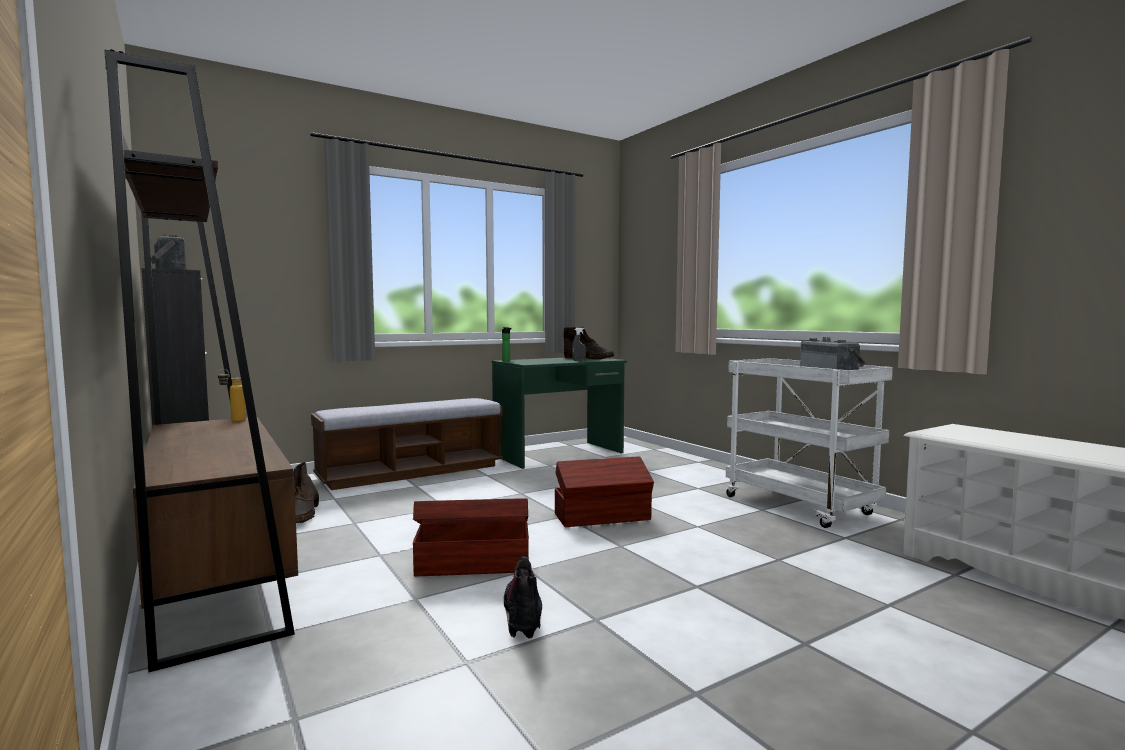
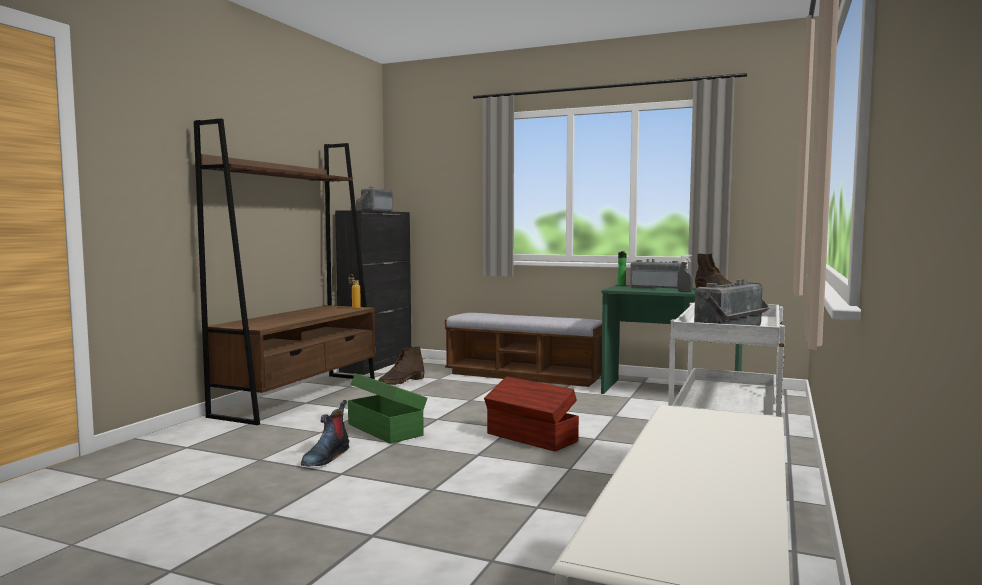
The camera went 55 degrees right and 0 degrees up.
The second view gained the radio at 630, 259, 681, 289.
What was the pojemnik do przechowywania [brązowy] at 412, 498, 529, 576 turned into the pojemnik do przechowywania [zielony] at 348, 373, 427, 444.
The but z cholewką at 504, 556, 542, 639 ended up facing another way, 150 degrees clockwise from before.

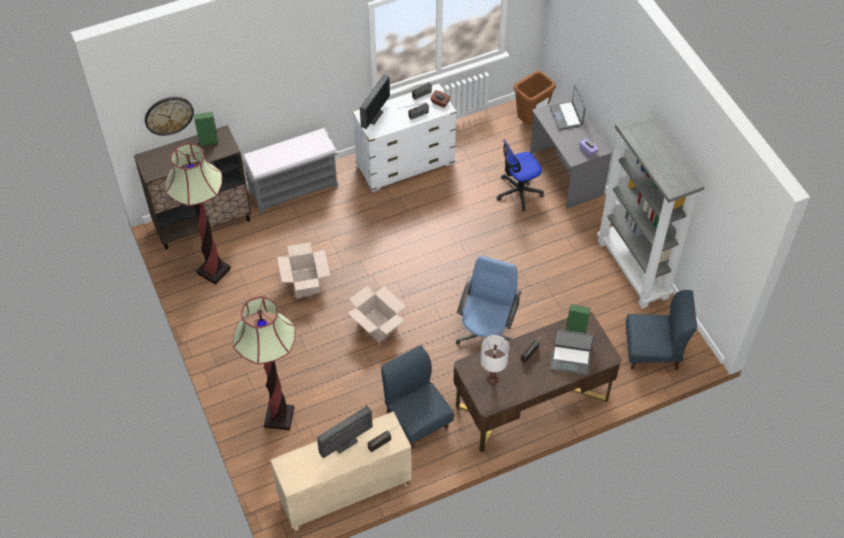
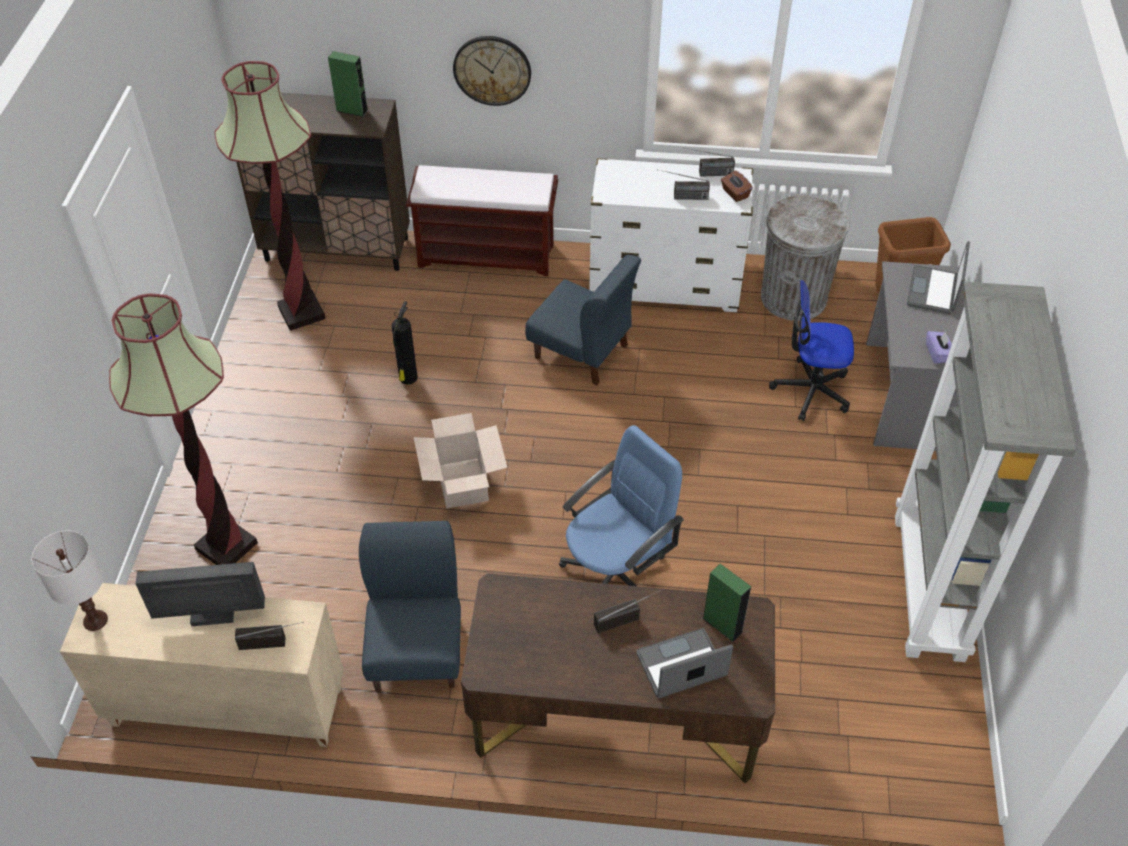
The camera went 30 degrees right and 5 degrees down.
The second view lost the monitor at 360, 74, 390, 129.
The second view gained the kosz na śmieci [szary] at 761, 195, 850, 321.
The zegar ścienny ended up elsewhere, having gone from 145, 97, 194, 136 to 453, 36, 531, 106.
The lampa stołowa [biały] ended up elsewhere, having gone from 480, 335, 509, 385 to 32, 531, 108, 631.
The krzesło [niebieski] ended up elsewhere, having gone from 626, 290, 697, 370 to 525, 255, 641, 385.
Where the karton stood at 277, 242, 330, 297, the gaśnica came to stand at 392, 301, 418, 385.
What was the ławka [szary] at 241, 128, 338, 214 turned into the ławka [brązowy] at 406, 165, 558, 276.
The laptop at 550, 329, 594, 375 ended up facing another way, 120 degrees clockwise from before.

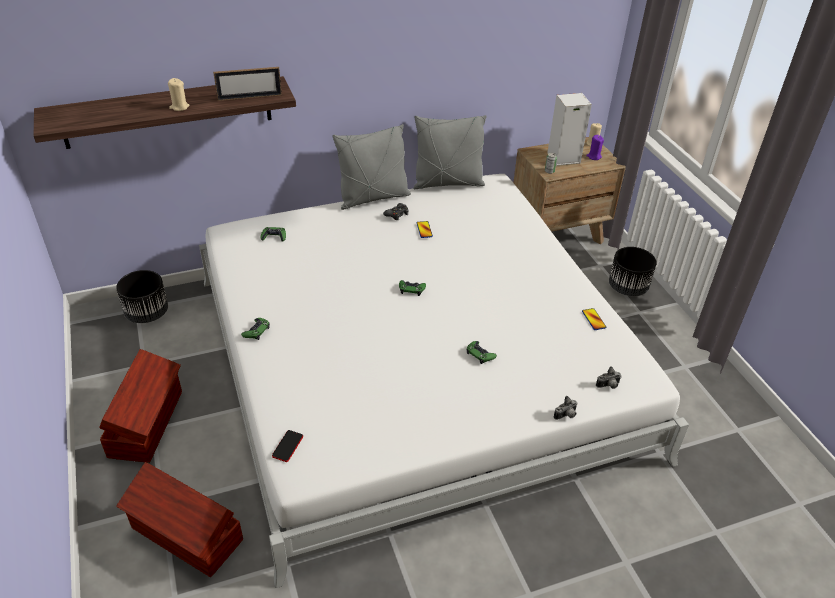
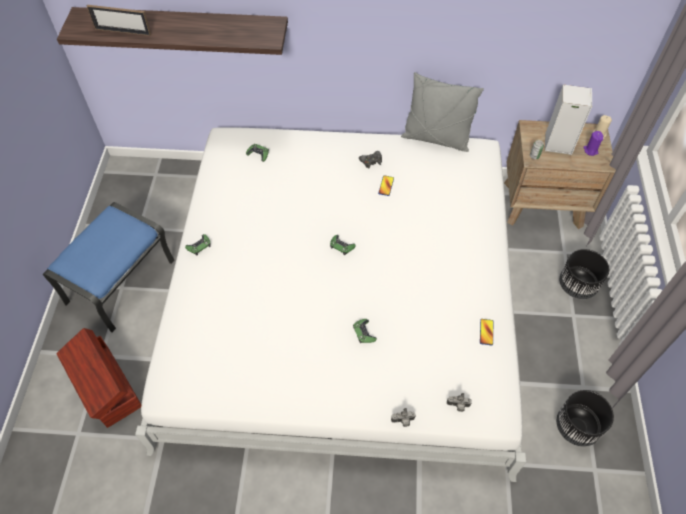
The camera went 25 degrees right and 15 degrees up.
The second view lost the świeca [beżowy] at 168, 78, 189, 111.
The second view lost the telefon at 272, 430, 303, 462.
The second view lost the poduszka [szary] at 333, 124, 411, 210.
The donica [czarny] ended up elsewhere, having gone from 116, 270, 168, 323 to 556, 390, 614, 447.
The ramka na zdjęcie ended up elsewhere, having gone from 213, 67, 282, 101 to 87, 5, 151, 36.
Where the pojemnik do przechowywania [brązowy] stood at 99, 349, 182, 463, the pufa [niebieski] came to stand at 43, 202, 175, 333.

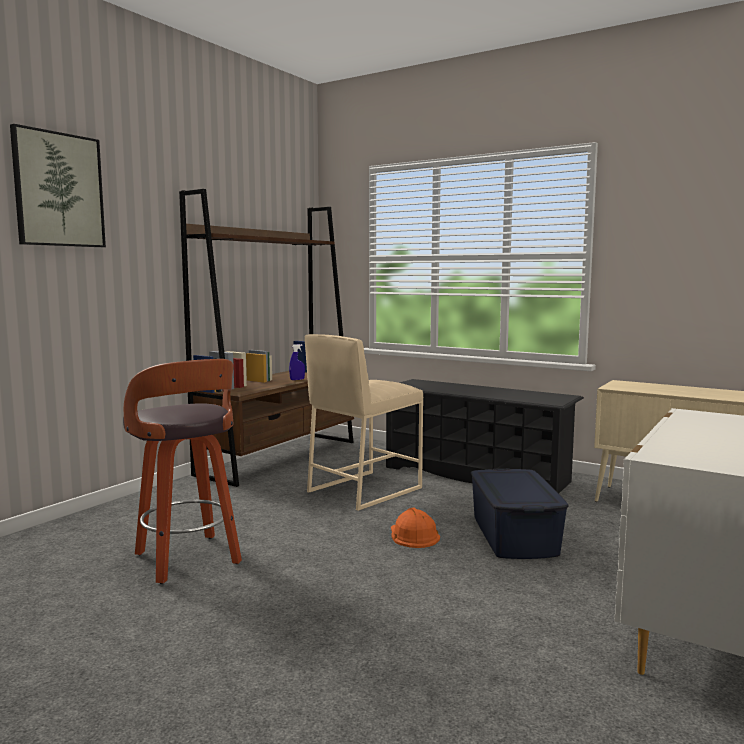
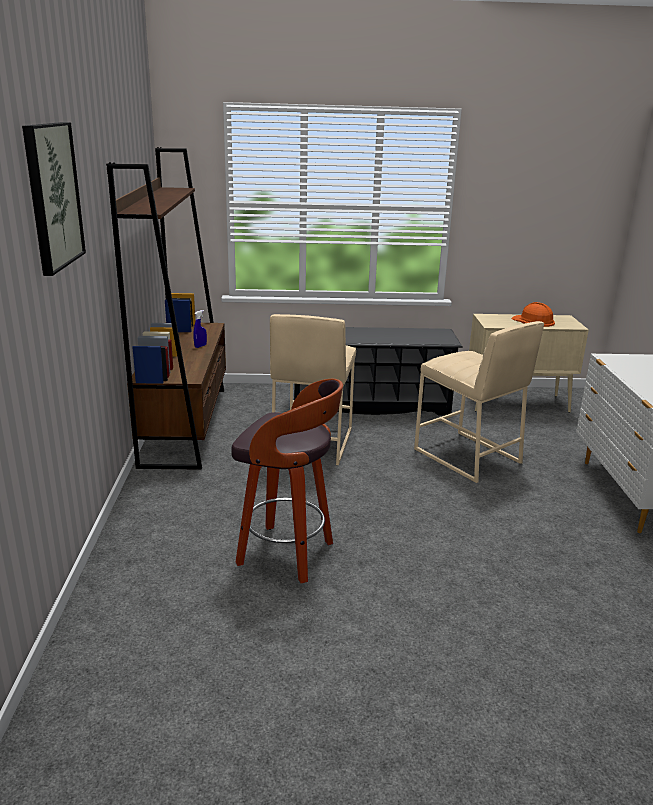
The camera went 35 degrees left and 15 degrees up.
The kask [pomarańczowy] ended up elsewhere, having gone from 391, 507, 440, 548 to 511, 302, 555, 327.
Where the pojemnik do przechowywania [niebieski] stood at 471, 469, 569, 559, the stołek [beżowy] came to stand at 414, 321, 544, 483.

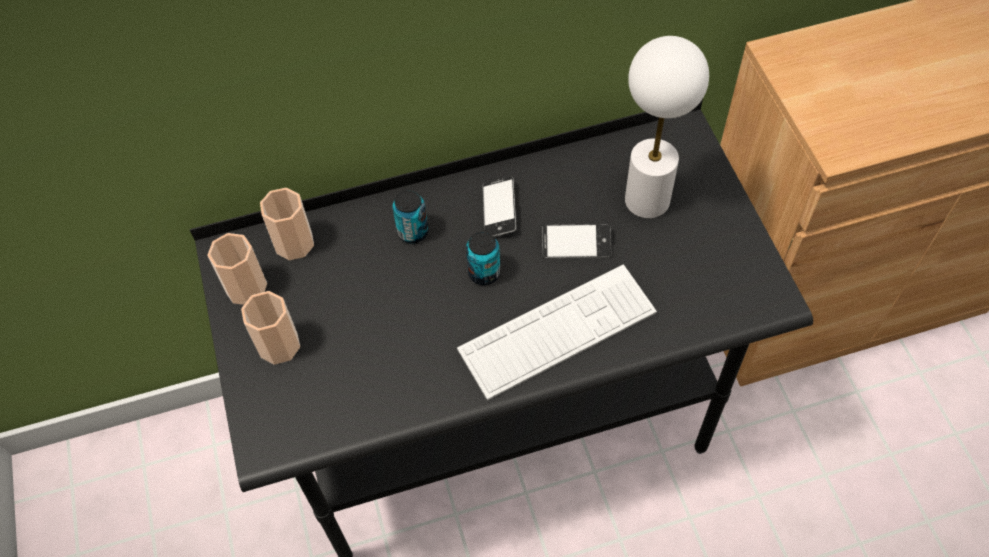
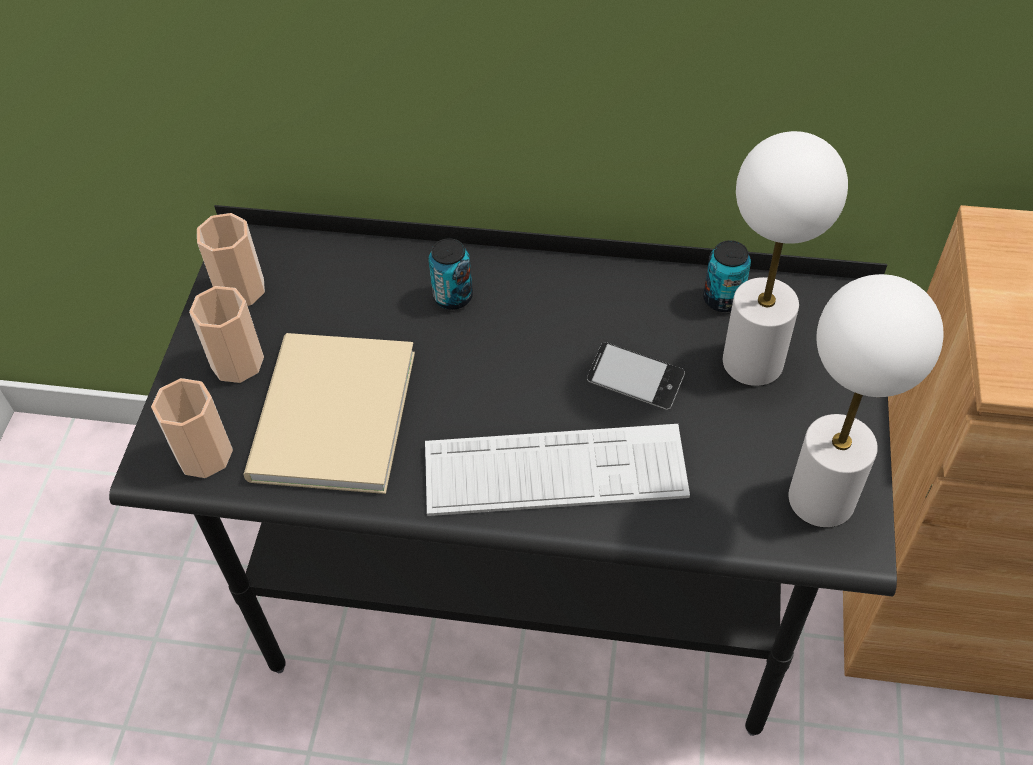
The camera went 25 degrees right and 5 degrees down.
The second view lost the telefon at 483, 176, 517, 237.
The second view gained the książka [beżowy] at 243, 333, 415, 494.
The second view gained the lampa stołowa [biały] at 788, 274, 944, 527.
The filiżanka ended up elsewhere, having gone from 260, 188, 314, 260 to 151, 378, 233, 478.
The puszka ended up elsewhere, having gone from 466, 231, 500, 285 to 703, 240, 751, 312.

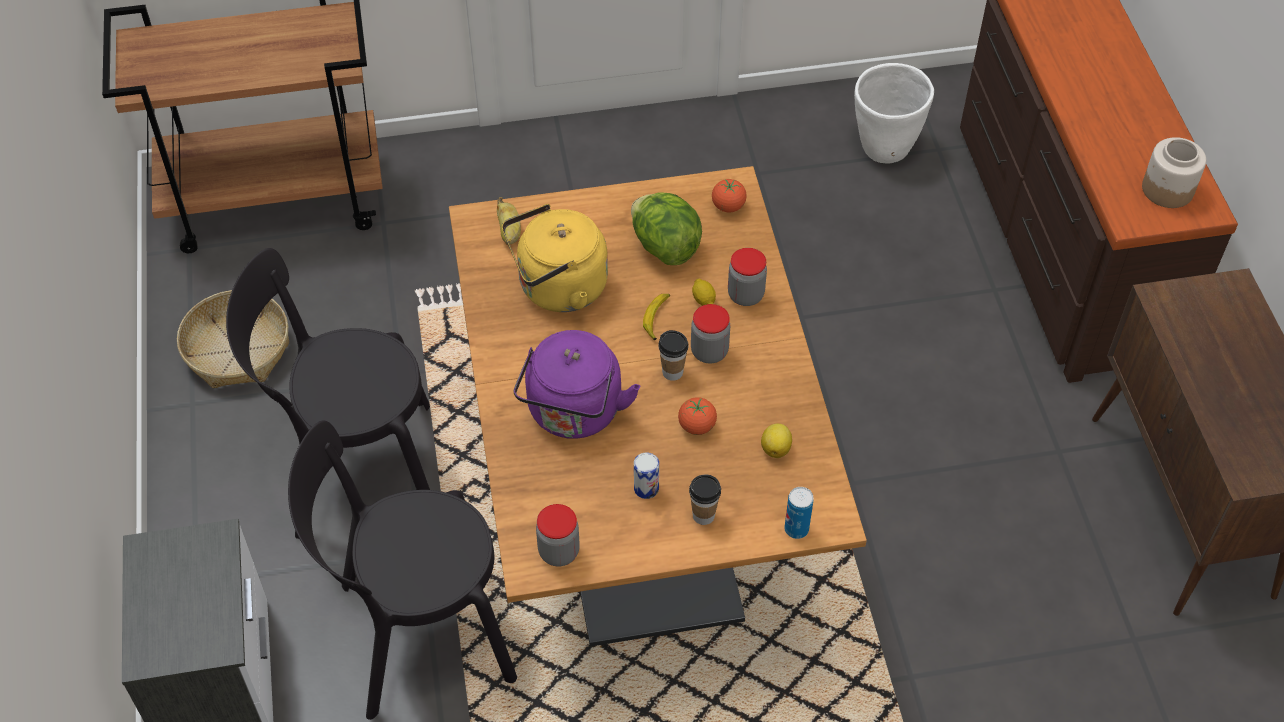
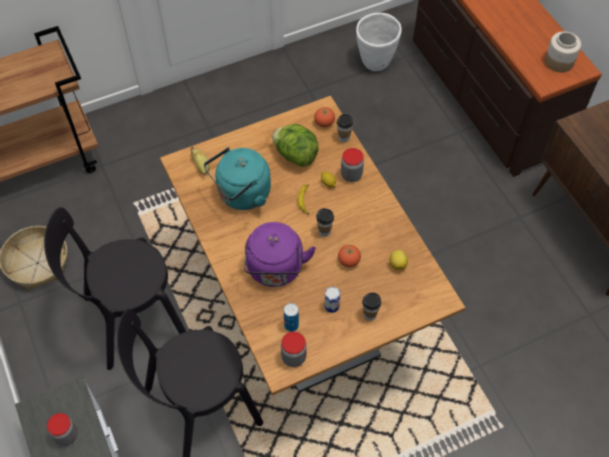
The camera went 15 degrees left and 5 degrees up.
The second view gained the filiżanka at 337, 114, 353, 143.
The słoik ended up elsewhere, having gone from 691, 304, 730, 363 to 47, 413, 78, 446.
The puszka ended up elsewhere, having gone from 784, 487, 814, 539 to 284, 303, 299, 332.
What was the czajnik [żółty] at 502, 204, 608, 312 turned into the czajnik [turkusowy] at 204, 147, 271, 210.

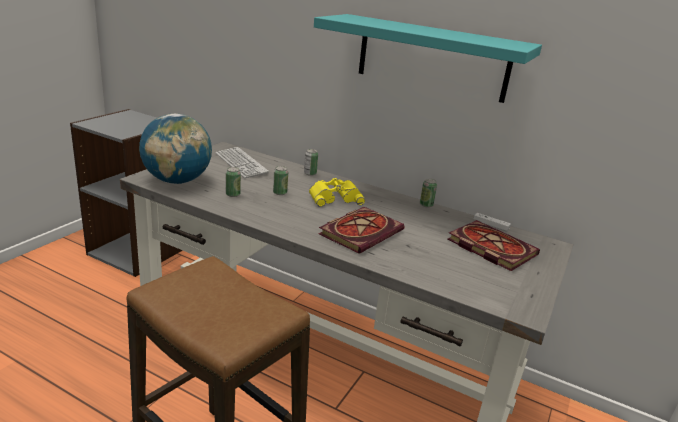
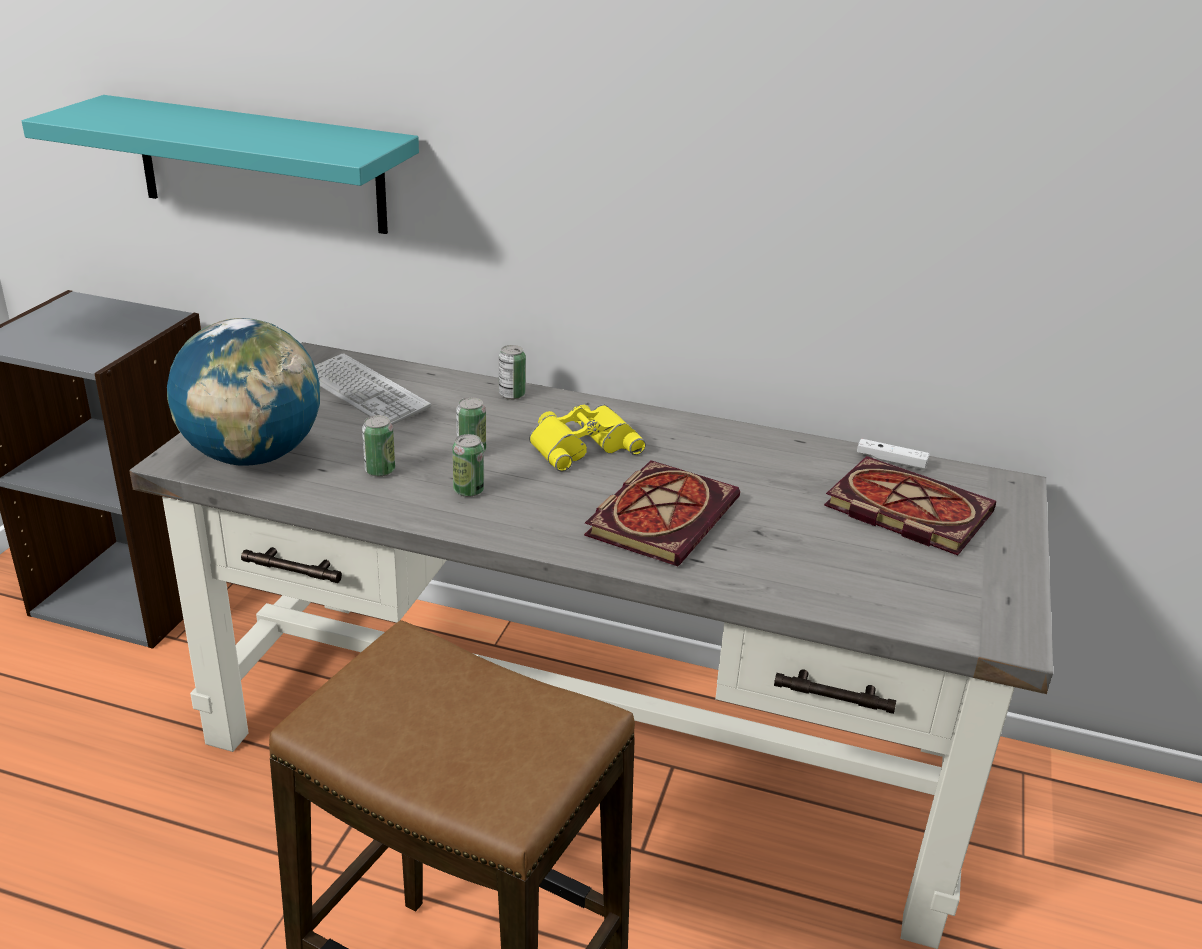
The camera went 10 degrees left and 5 degrees up.
The półka [turkusowy] ended up elsewhere, having gone from 314, 14, 542, 103 to 22, 95, 419, 234.
The puszka ended up elsewhere, having gone from 420, 179, 437, 207 to 452, 434, 484, 497.

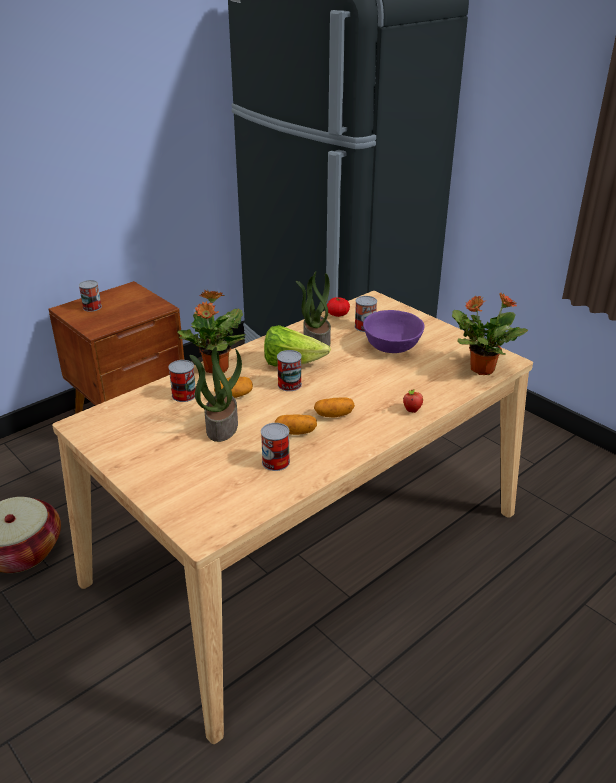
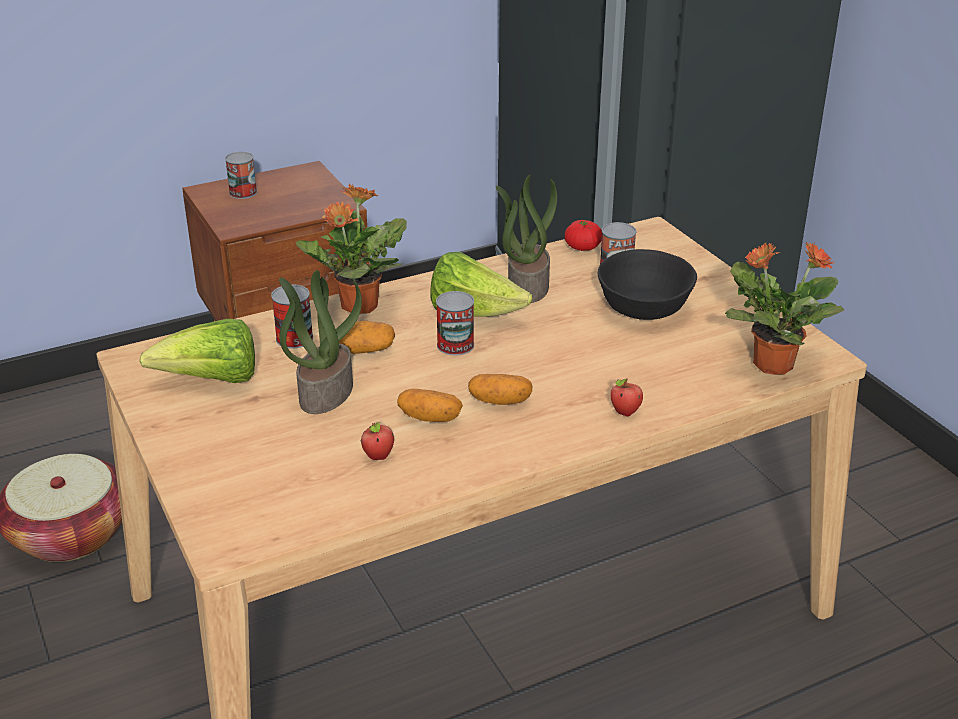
The camera went 15 degrees right and 0 degrees up.
The second view gained the sałata at 139, 319, 255, 383.
Where the puszka stood at 261, 423, 290, 471, the jabłko came to stand at 361, 422, 394, 460.
What was the miska [fioletowy] at 363, 310, 425, 353 turned into the miska [czarny] at 597, 249, 697, 320.

